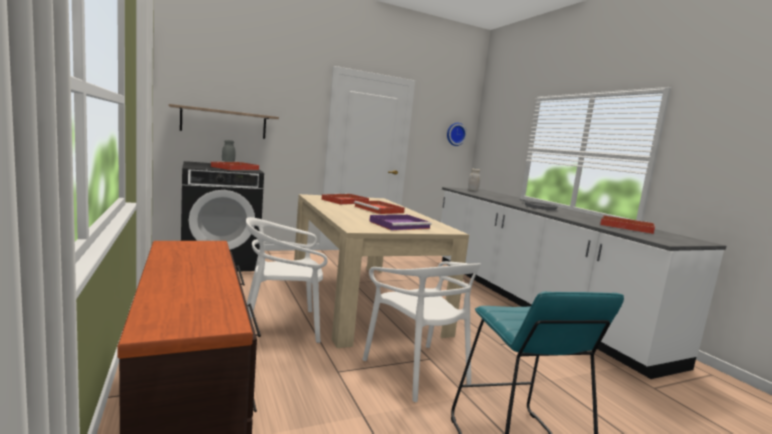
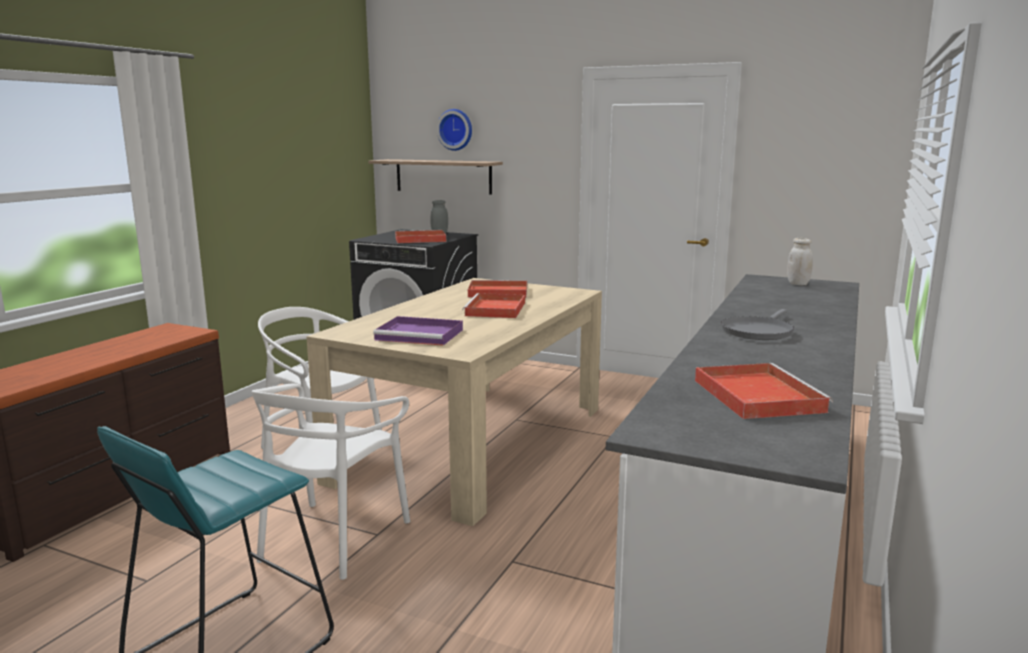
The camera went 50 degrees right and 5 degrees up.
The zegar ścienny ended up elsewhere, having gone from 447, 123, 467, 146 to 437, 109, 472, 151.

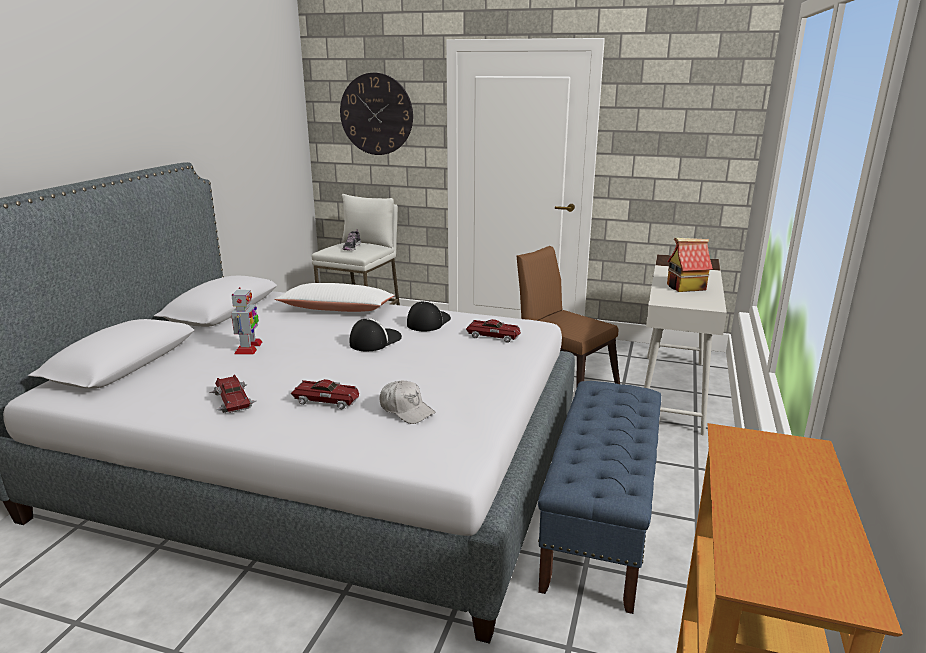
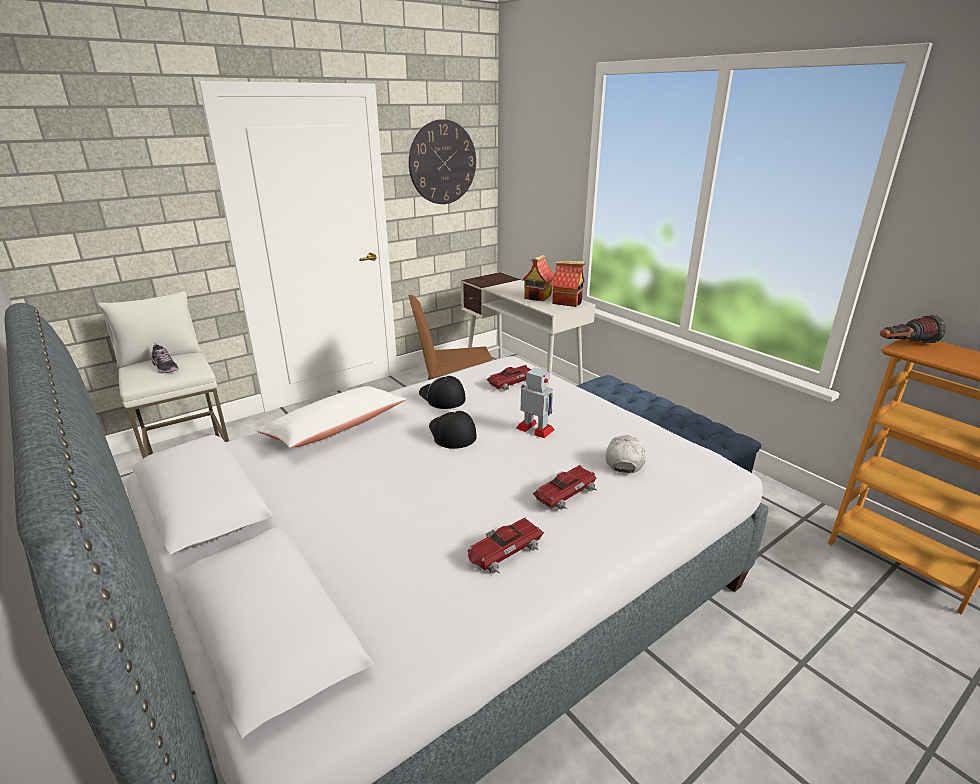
The camera went 55 degrees left and 5 degrees up.
The second view gained the domek at 551, 261, 585, 307.
The second view gained the latarka at 880, 315, 946, 343.
The robot zabawkowy ended up elsewhere, having gone from 231, 287, 262, 355 to 516, 368, 554, 438.
The zegar ścienny ended up elsewhere, having gone from 340, 73, 413, 155 to 409, 119, 476, 204.
The samochodzik at 209, 375, 256, 413 ended up facing another way, 45 degrees counterclockwise from before.
The czapka z daszkiem [biały] at 379, 380, 436, 424 ended up facing another way, 60 degrees counterclockwise from before.

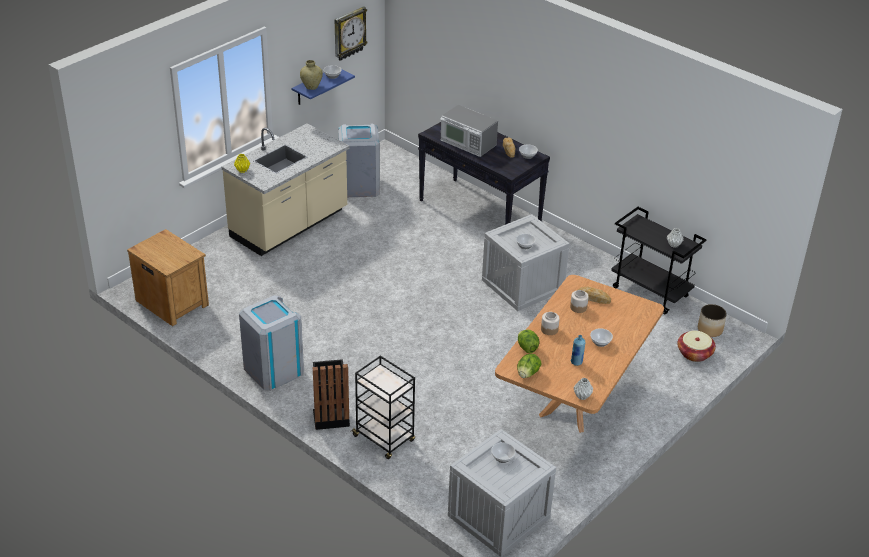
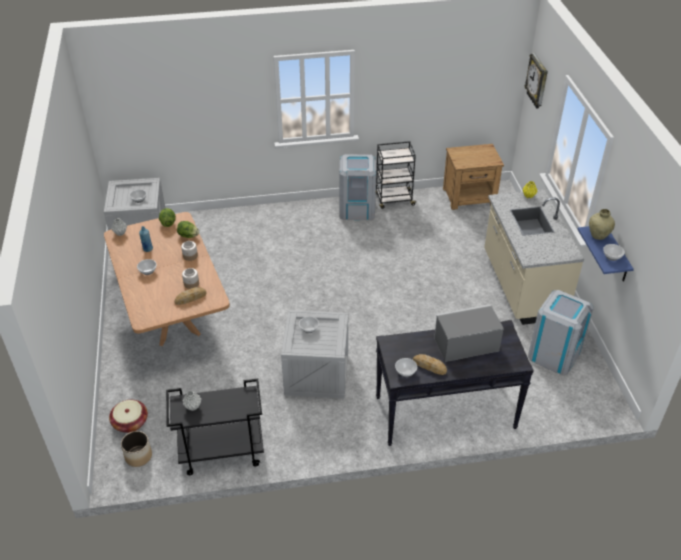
The camera went 130 degrees right and 5 degrees up.
The second view lost the kosz na śmieci [czarny] at 313, 359, 350, 430.
The zegar ścienny ended up elsewhere, having gone from 334, 6, 367, 61 to 525, 53, 548, 109.
The wózek [czarny] ended up elsewhere, having gone from 352, 356, 415, 459 to 376, 141, 417, 209.

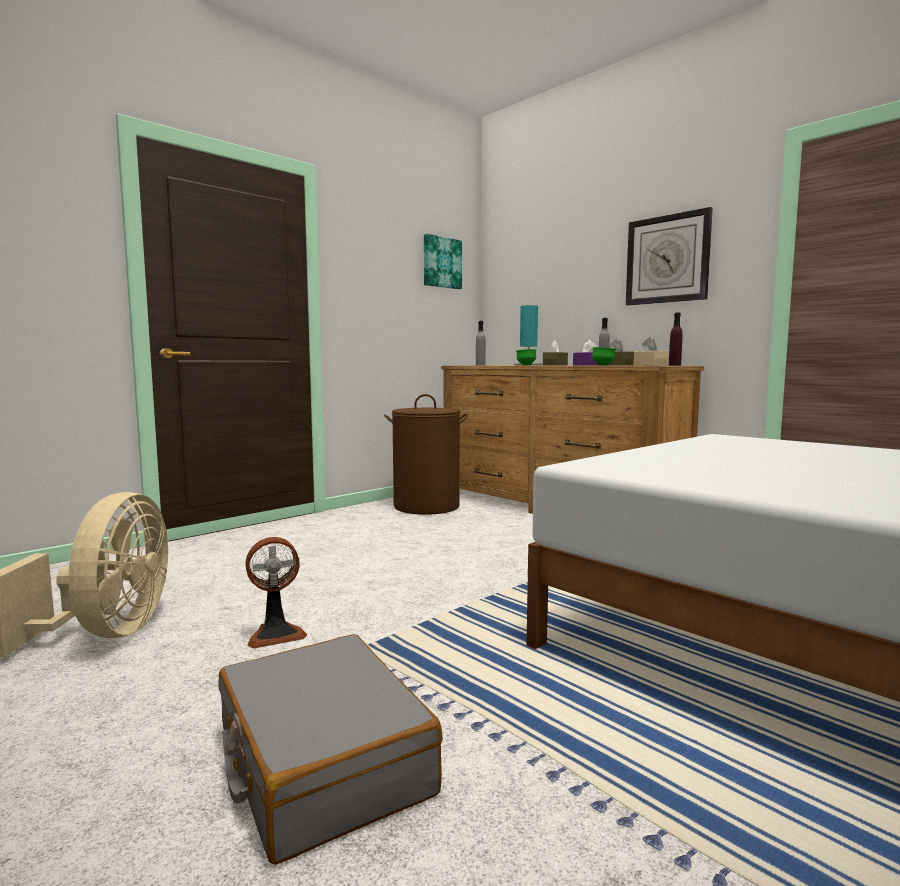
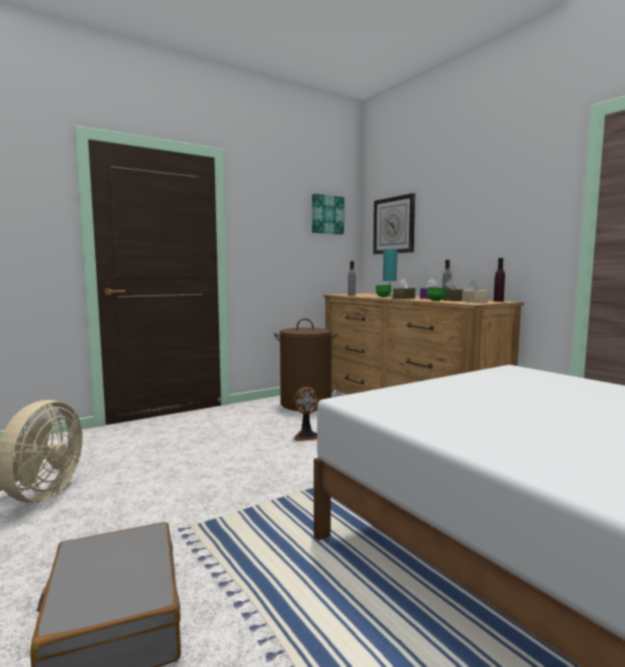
The camera went 10 degrees right and 0 degrees up.
The wentylator ended up elsewhere, having gone from 245, 537, 307, 648 to 293, 387, 320, 441.
The zegar ścienny ended up elsewhere, having gone from 626, 207, 712, 305 to 373, 193, 415, 254.

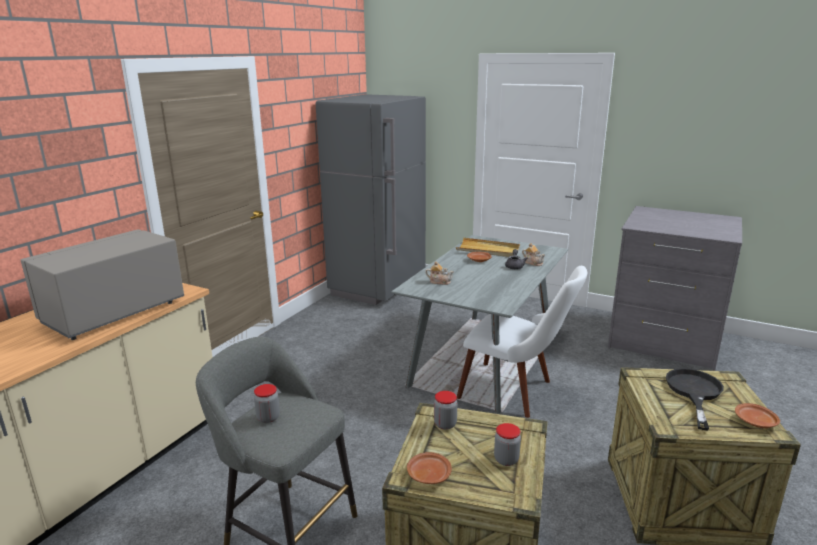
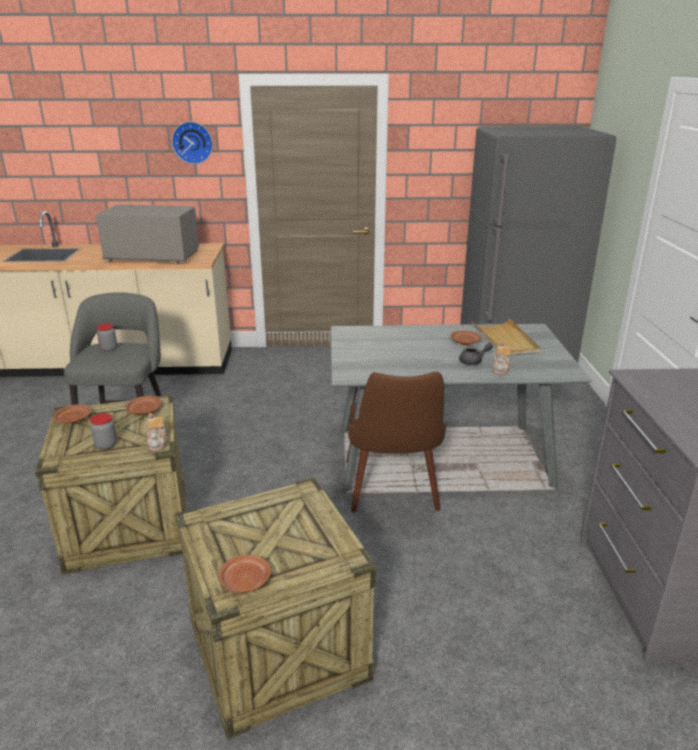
The camera went 60 degrees right and 5 degrees up.
The second view lost the patelnia [czarny] at 666, 368, 724, 431.
The second view gained the zegar ścienny at 172, 122, 213, 164.
The imbryk ended up elsewhere, having gone from 425, 261, 454, 285 to 147, 413, 169, 451.
Where the słoik stood at 434, 391, 457, 430, the talerz [brązowy] came to stand at 126, 396, 161, 415.
What was the krzesło [biały] at 457, 266, 587, 418 turned into the krzesło [brązowy] at 346, 371, 446, 512.

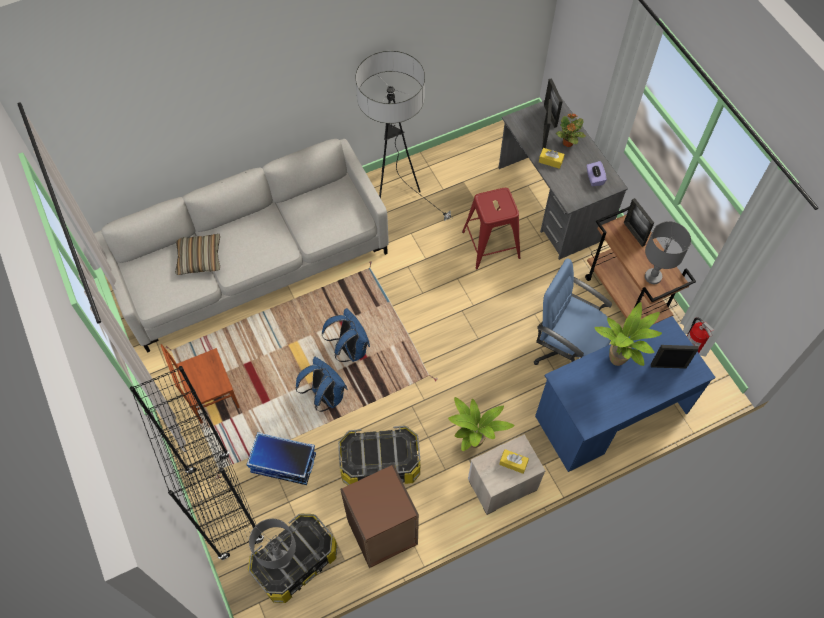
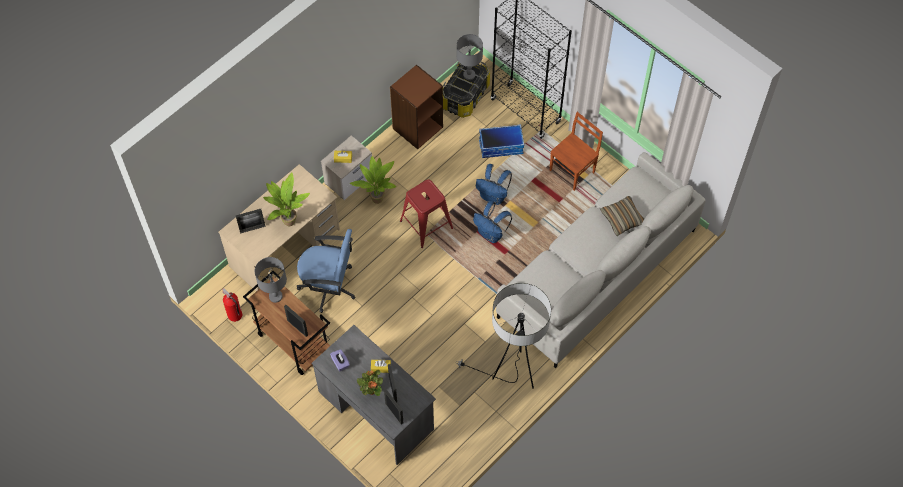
The camera went 160 degrees right and 0 degrees up.
The second view lost the pojemnik do przechowywania at 338, 426, 420, 486.
The stołek [czerwony] ended up elsewhere, having gone from 462, 188, 521, 269 to 400, 179, 453, 248.
What was the biurko [niebieski] at 535, 316, 716, 472 turned into the biurko [beżowy] at 218, 164, 340, 291.

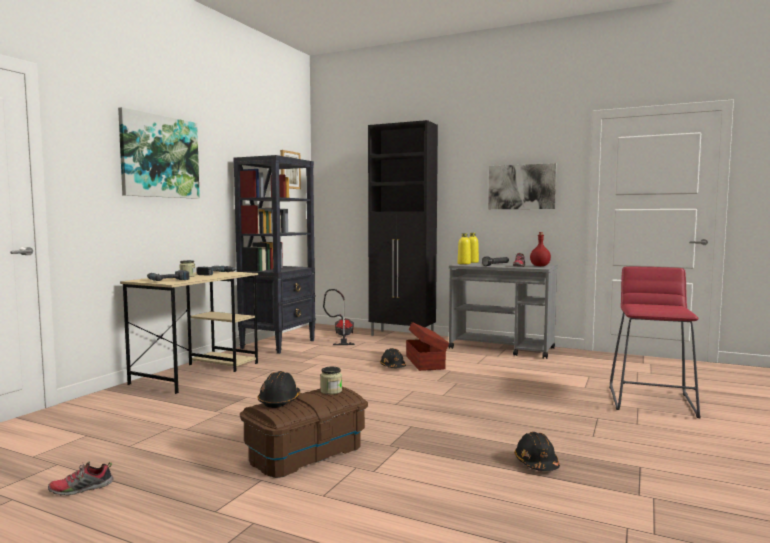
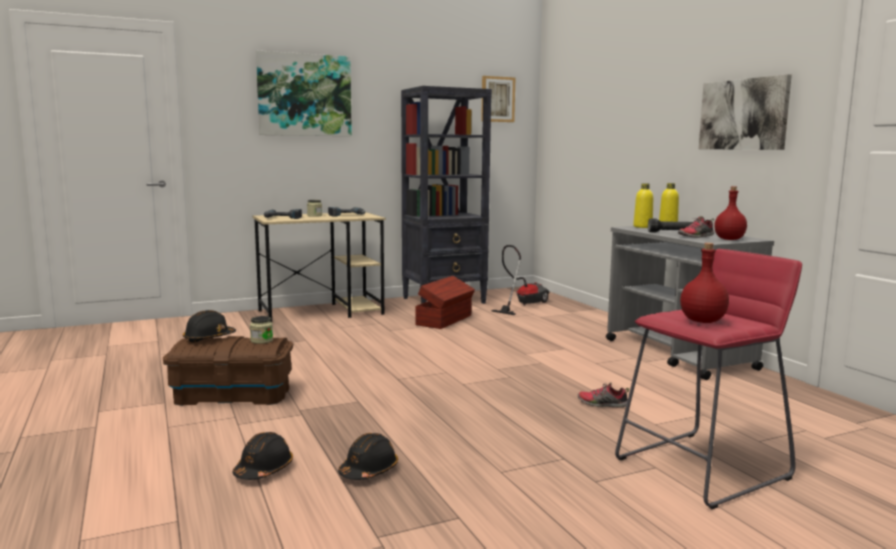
The camera went 40 degrees right and 5 degrees up.
The second view lost the szafka [czarny] at 368, 120, 438, 336.
The second view gained the butelka [czerwony] at 680, 243, 729, 323.
The but ended up elsewhere, having gone from 48, 461, 114, 496 to 578, 382, 629, 408.
The kask [czarny] ended up elsewhere, having gone from 380, 348, 406, 368 to 233, 432, 293, 480.
The pojemnik do przechowywania [brązowy] ended up elsewhere, having gone from 406, 322, 449, 371 to 415, 276, 475, 329.

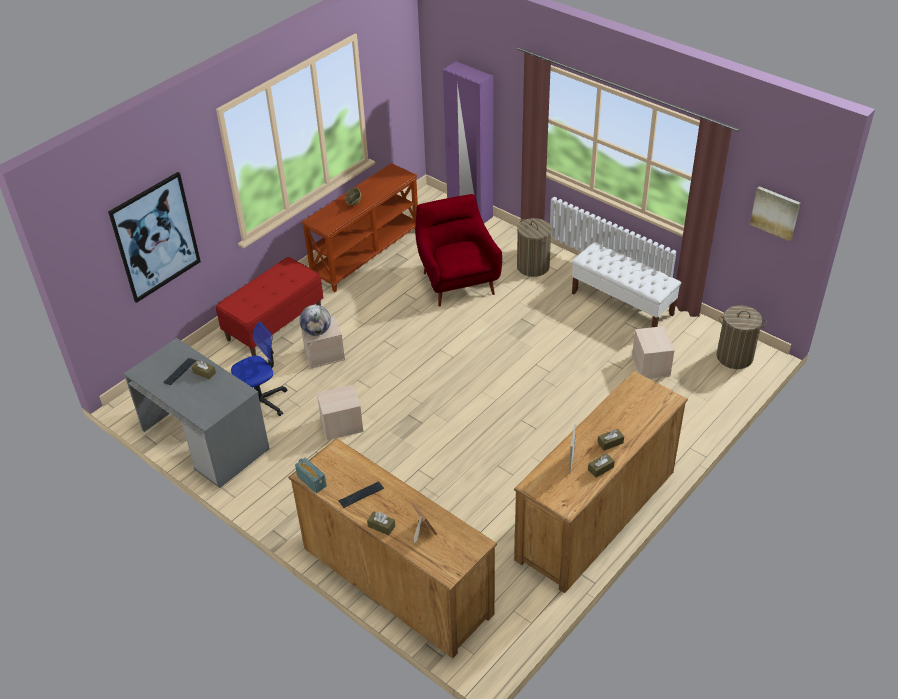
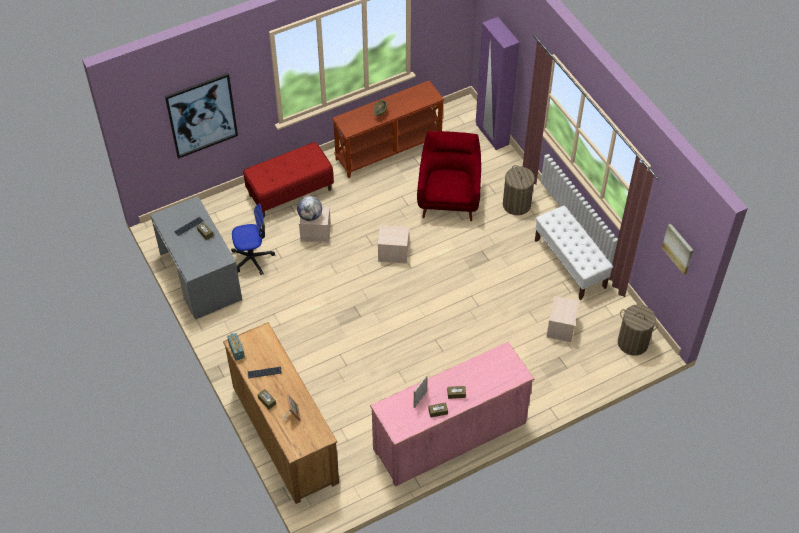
The camera went 20 degrees right and 10 degrees up.
The pojemnik do przechowywania [beżowy] ended up elsewhere, having gone from 317, 384, 364, 440 to 378, 225, 409, 264.
What was the komoda [brązowy] at 514, 371, 688, 593 turned into the komoda [różowy] at 370, 342, 534, 487.

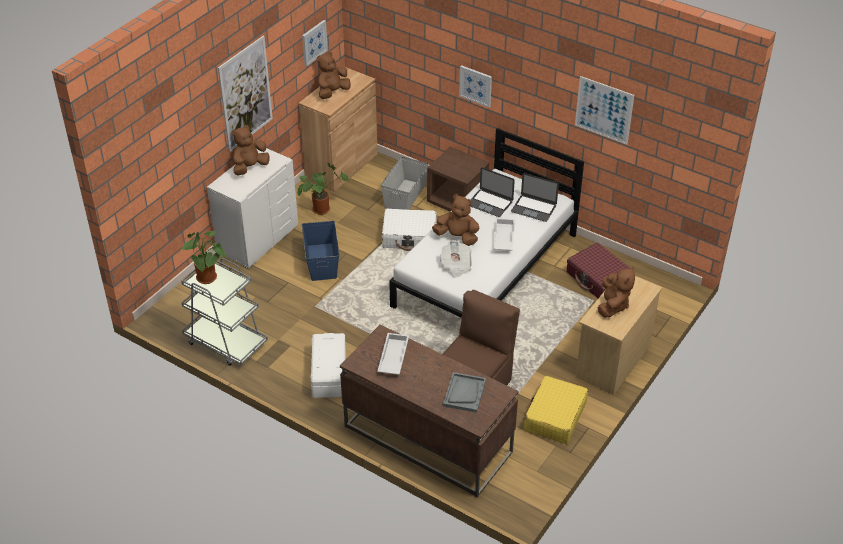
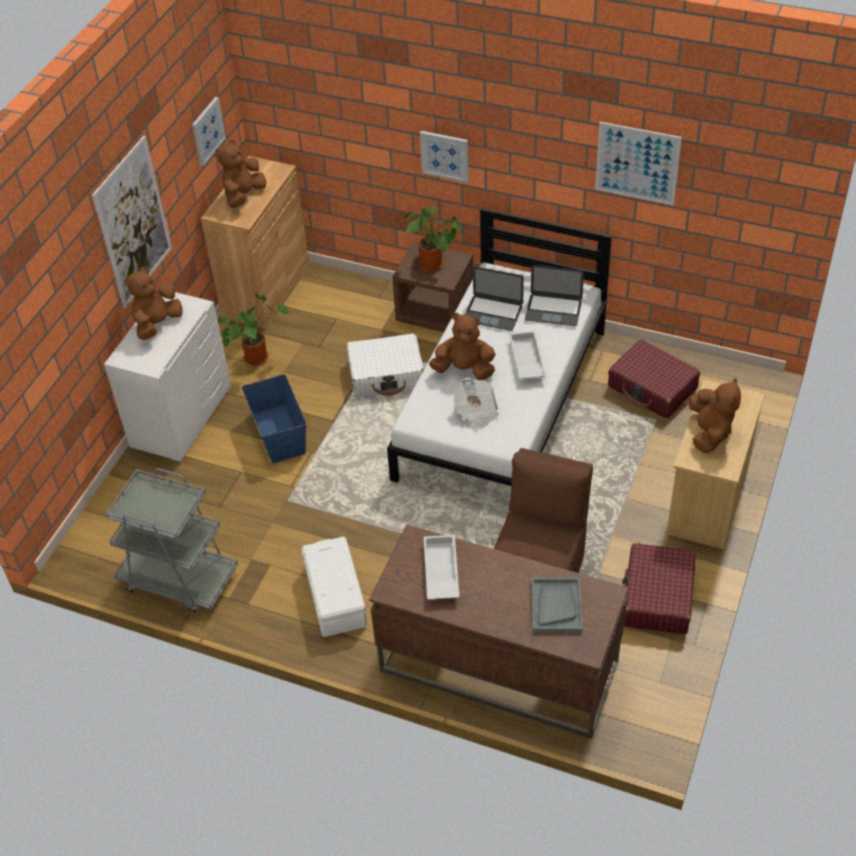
The camera went 10 degrees left and 5 degrees up.
The second view lost the pojemnik do przechowywania [szary] at 381, 156, 429, 210.
The roślina doniczkowa ended up elsewhere, having gone from 181, 231, 225, 284 to 404, 206, 462, 271.
What was the walizka [żółty] at 524, 376, 588, 444 turned into the walizka [czerwony] at 622, 543, 695, 634.

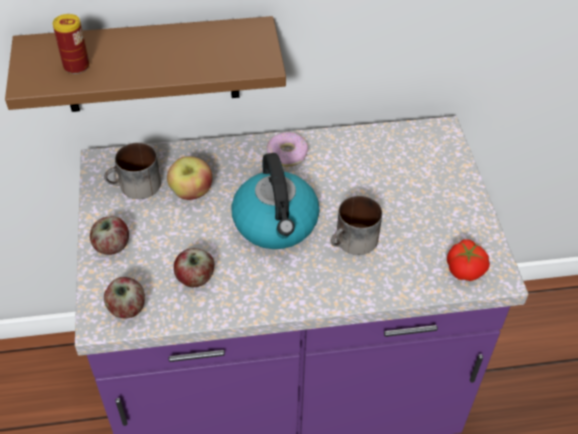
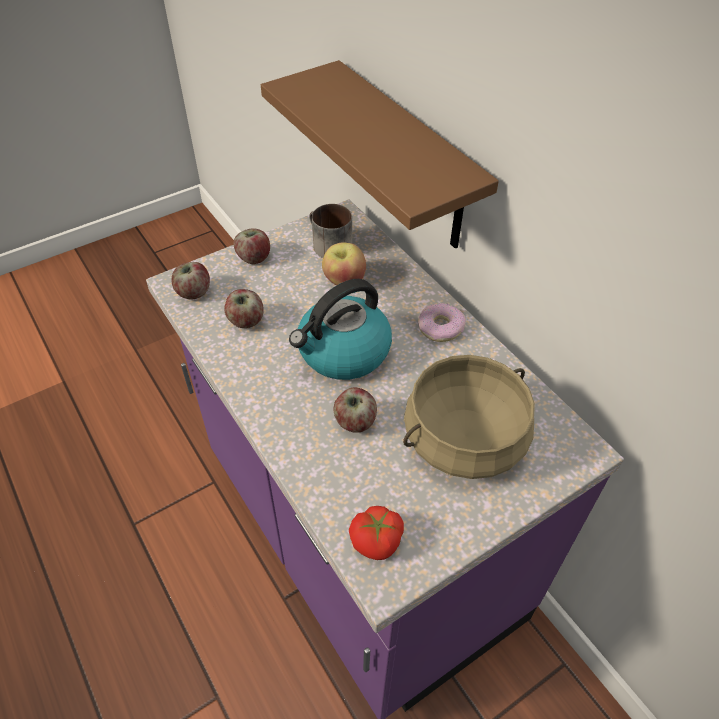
The camera went 65 degrees right and 0 degrees up.
The second view lost the puszka at 53, 14, 89, 74.
The second view gained the garnek [beżowy] at 403, 355, 535, 479.
Where the kubek stood at 331, 195, 382, 255, the jabłko came to stand at 334, 387, 377, 432.

